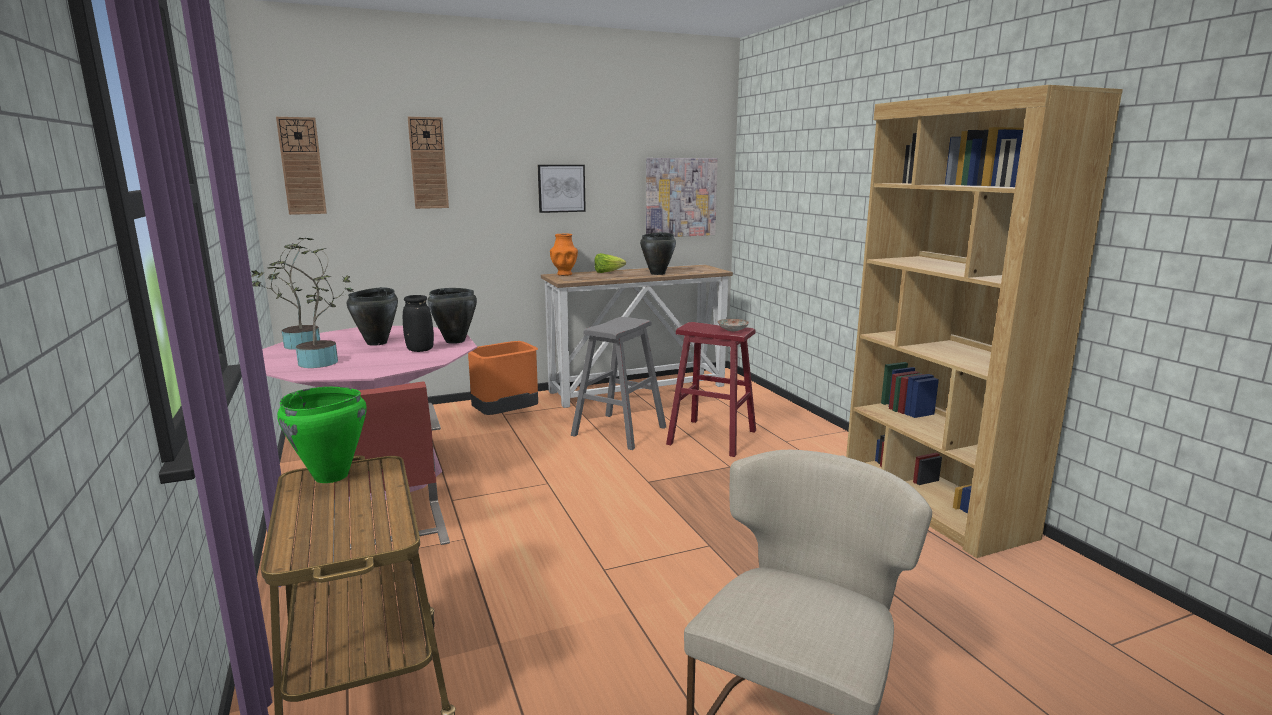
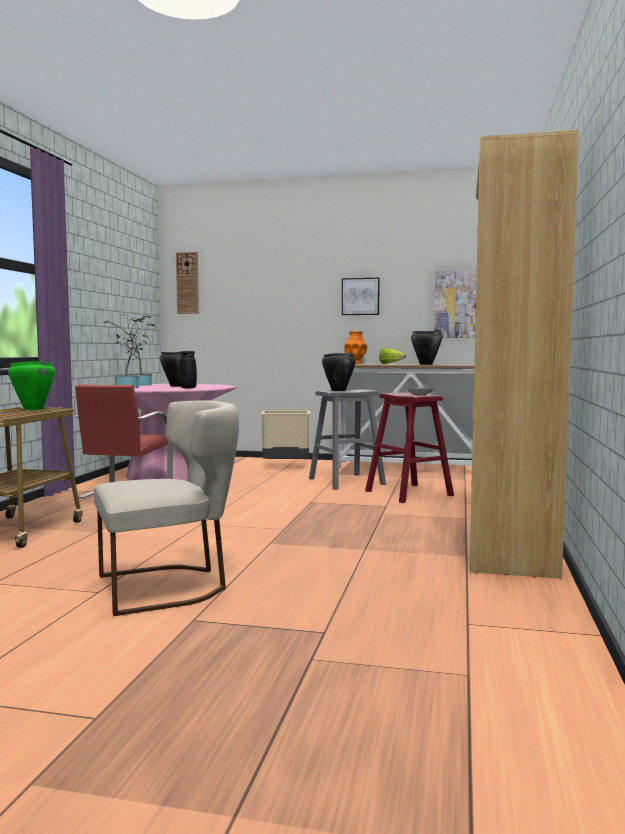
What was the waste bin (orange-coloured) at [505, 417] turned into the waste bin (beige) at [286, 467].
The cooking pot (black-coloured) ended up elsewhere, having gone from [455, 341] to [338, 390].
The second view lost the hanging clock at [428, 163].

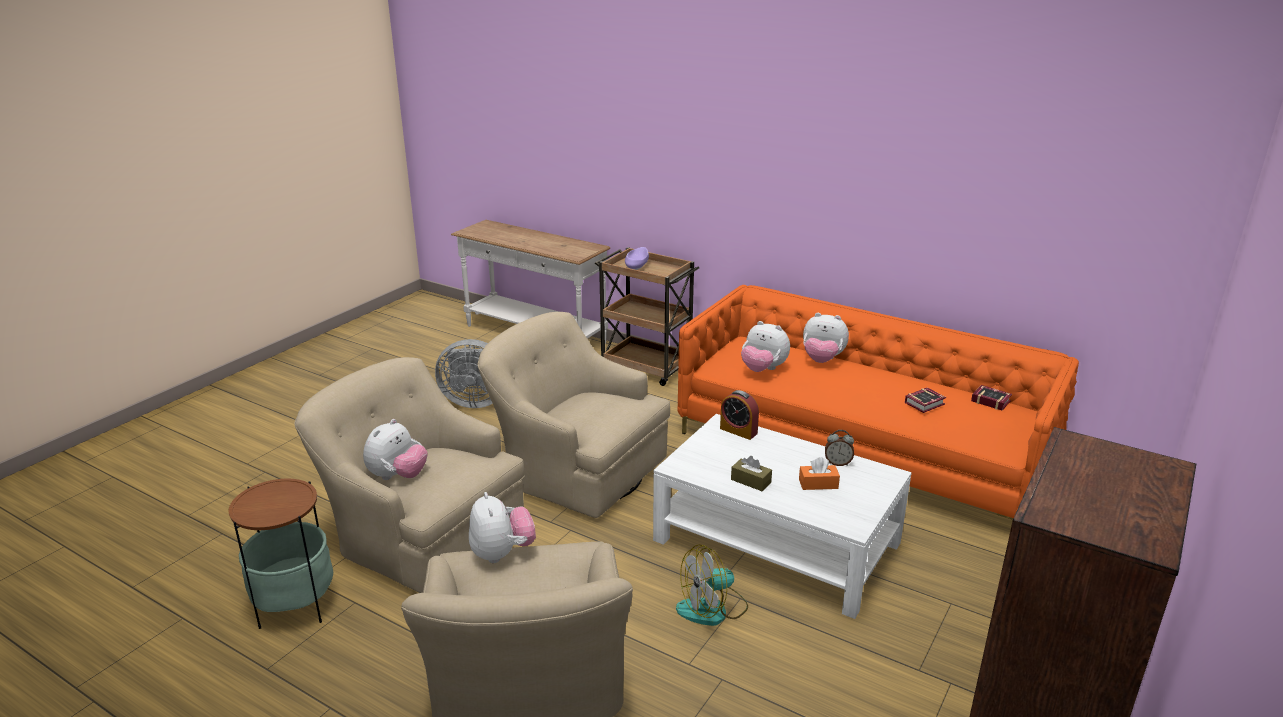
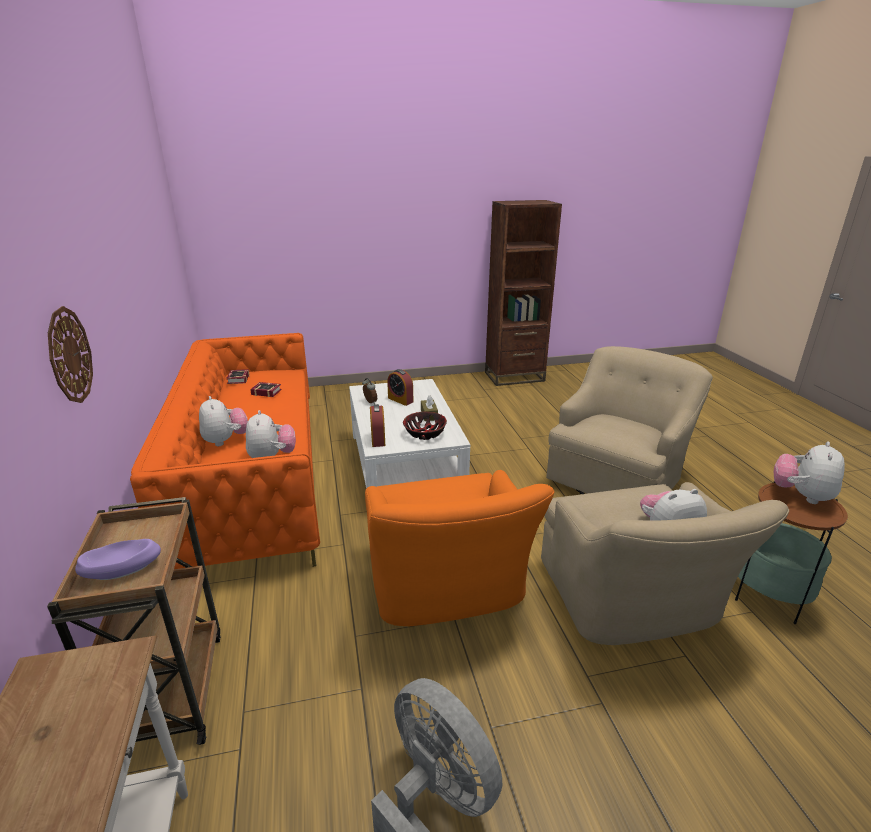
The second view gained the hanging clock at [69, 355].
What was the easy chair (beige) at [576, 469] turned into the easy chair (orange-coloured) at [446, 586].
Where the tissue holder (orange-coloured) stood at [818, 484], the bedside clock came to stand at [400, 400].
The second view gained the serving bowl at [425, 434].
The plush toy ended up elsewhere, having gone from [502, 553] to [801, 496].
The second view lost the fan at [712, 609].

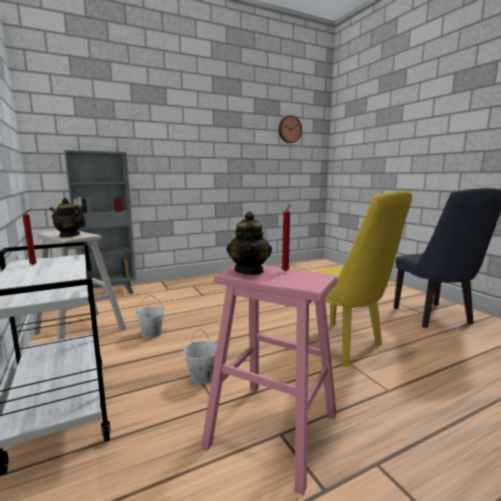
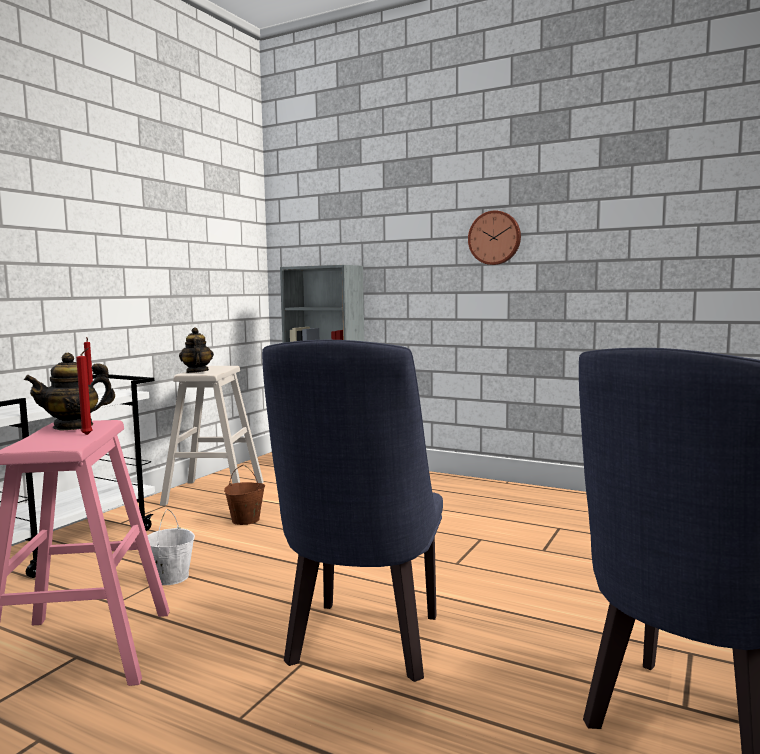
What was the bucket (white-coloured) at [151, 334] turned into the bucket (brown-coloured) at [245, 520].
What was the upright chair (yellow-coloured) at [345, 346] turned into the upright chair (bluish) at [363, 647].
The hanging clock ended up elsewhere, having gone from [289, 129] to [495, 238].

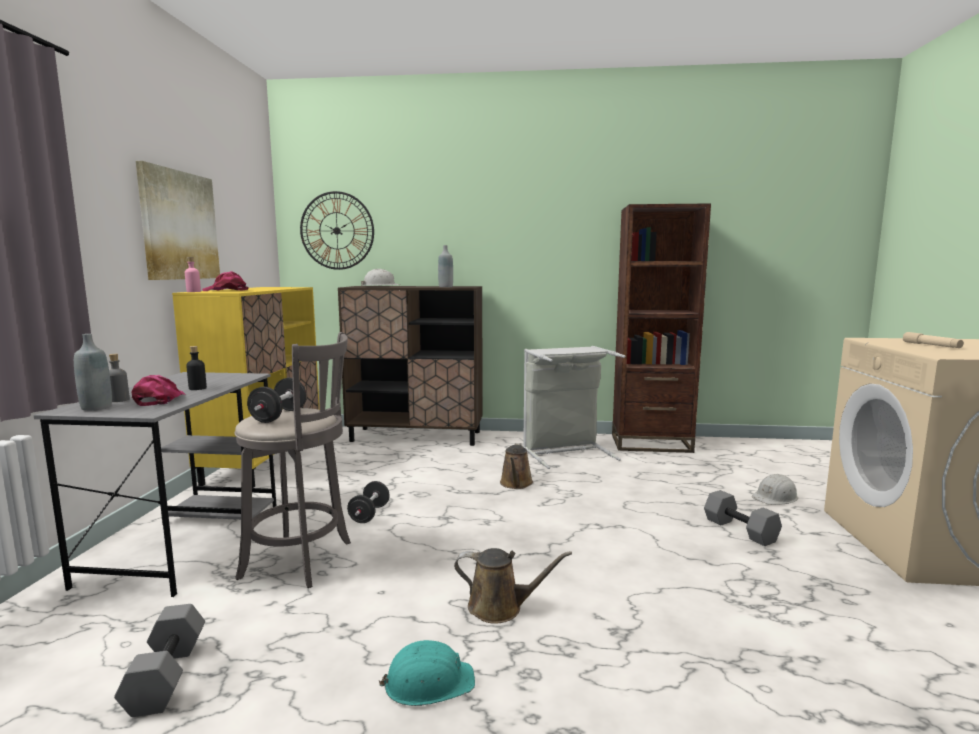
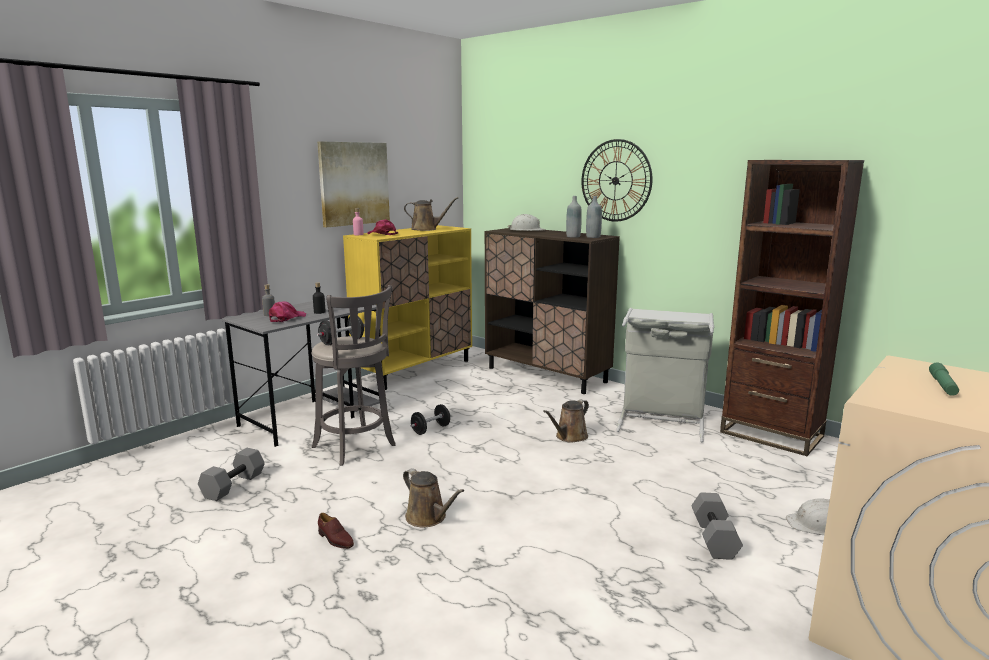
Where the work helmet (turquoise) stood at [428, 682], the item of footwear (brown-coloured) came to stand at [335, 539].
The second view gained the sprinkling can (brown-coloured) at [426, 229].
The hanging clock ended up elsewhere, having gone from [337, 230] to [615, 180].
The bottle (gray) ended up elsewhere, having gone from [96, 407] to [593, 237].
What was the torch (beige) at [931, 345] turned into the torch (greenish) at [942, 385].

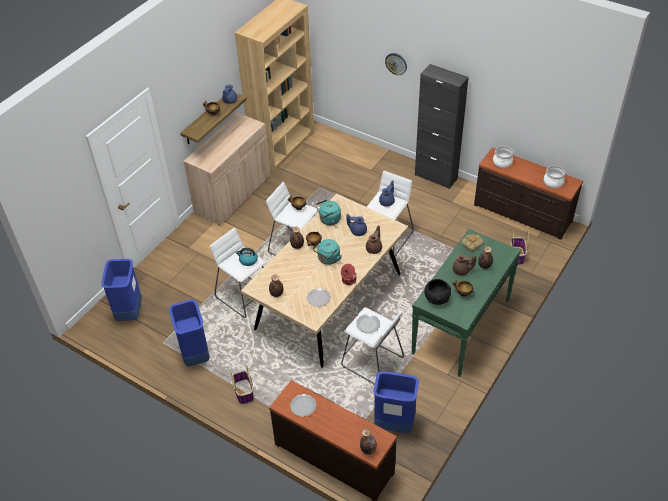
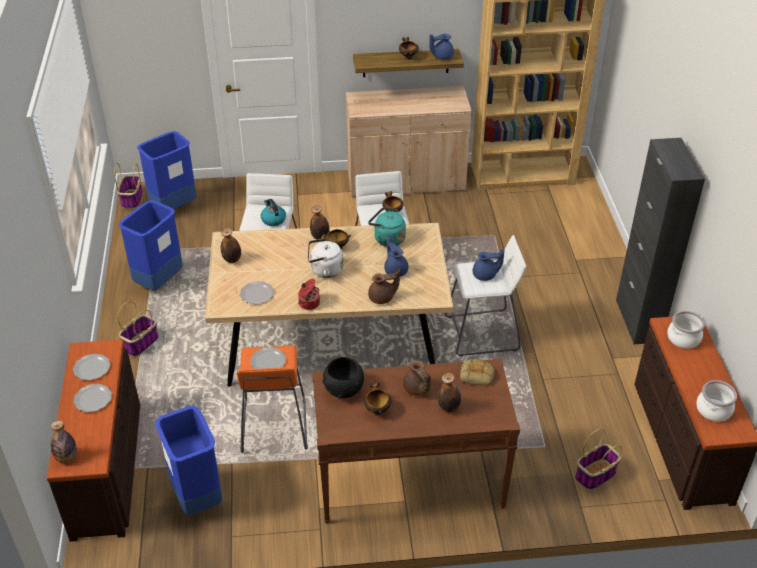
The second view gained the dinner plate at [93, 399].
The second view gained the basket at [132, 199].
What was the stool (white-coloured) at [372, 362] turned into the stool (orange-coloured) at [274, 426].
What was the tea kettle (turquoise) at [328, 259] turned into the tea kettle (white-coloured) at [324, 270].
What was the narrow table (greenish) at [461, 327] turned into the narrow table (brown-coloured) at [409, 481].
The second view lost the hanging clock at [396, 63].

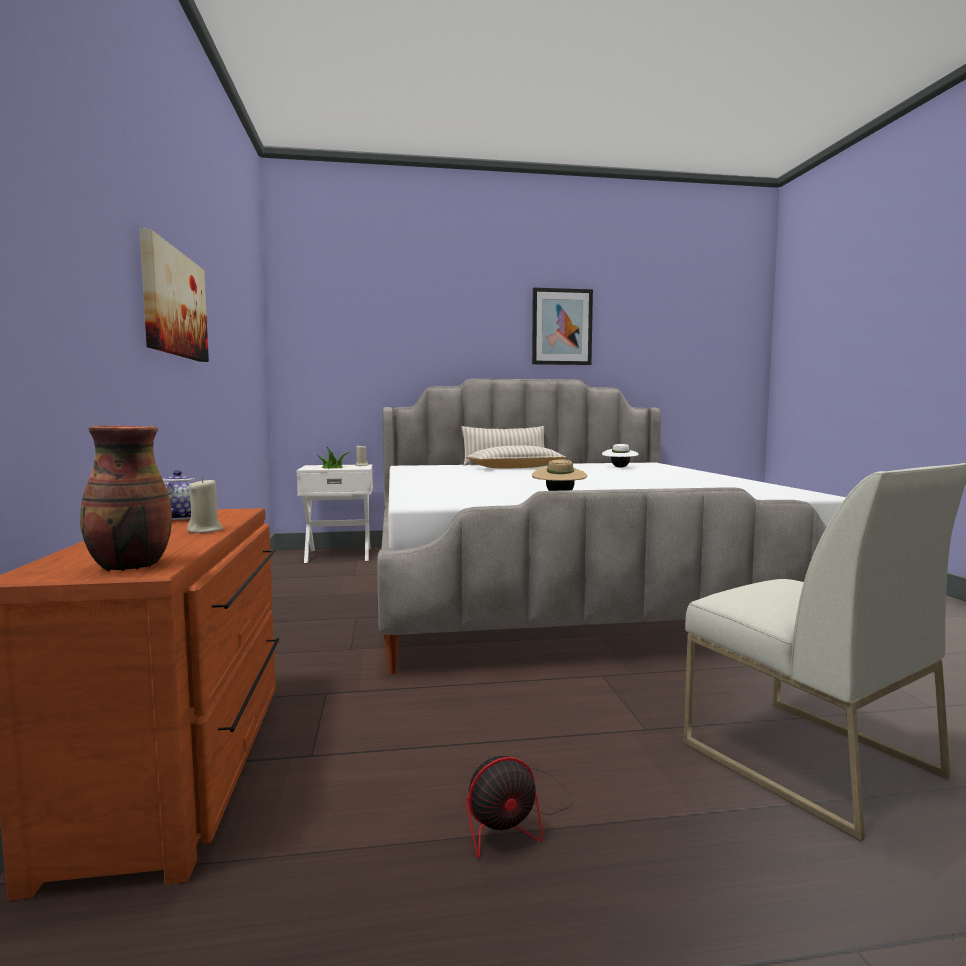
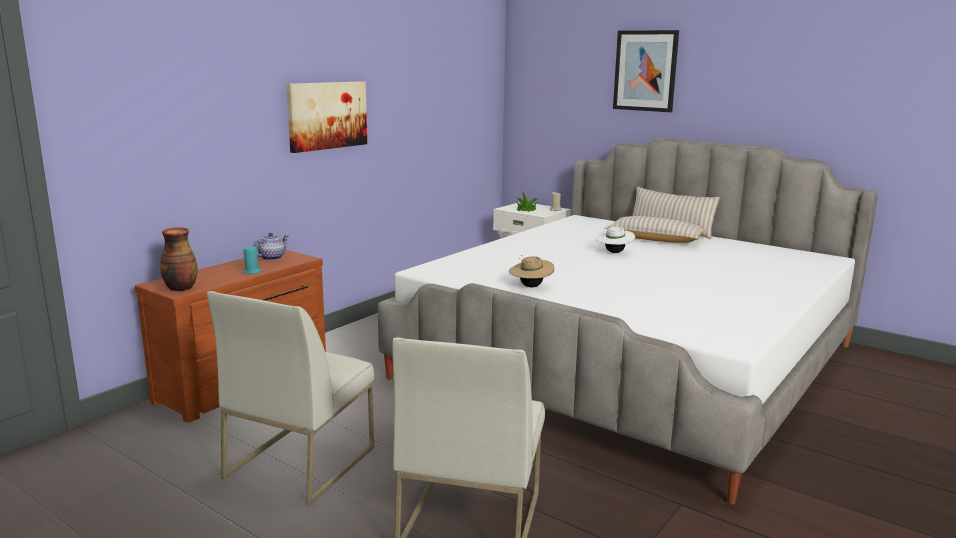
Where the fan stood at [513, 816], the upright chair (white-coloured) came to stand at [300, 461].
What was the wax candle (beige) at [205, 530] turned into the wax candle (turquoise) at [252, 272].
The clothing hat (white-coloured) ended up elsewhere, having gone from [619, 467] to [614, 252].
The picture ended up elsewhere, having gone from [561, 327] to [645, 71].

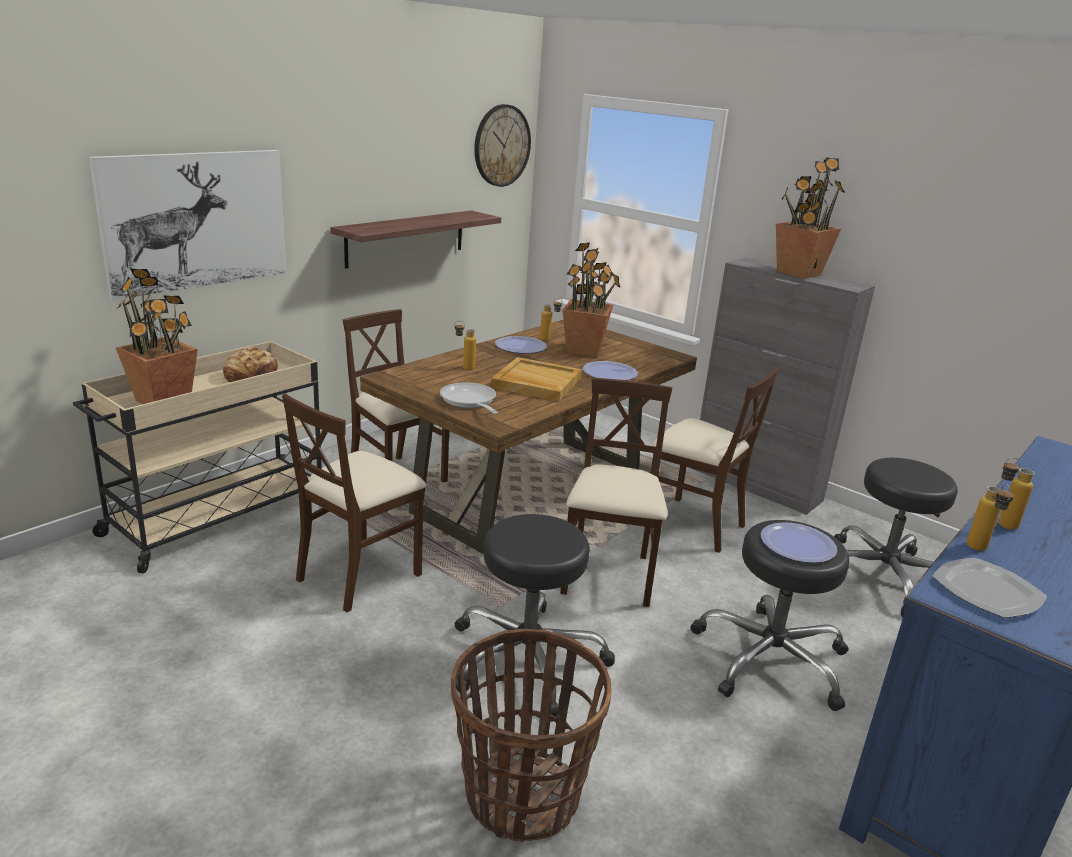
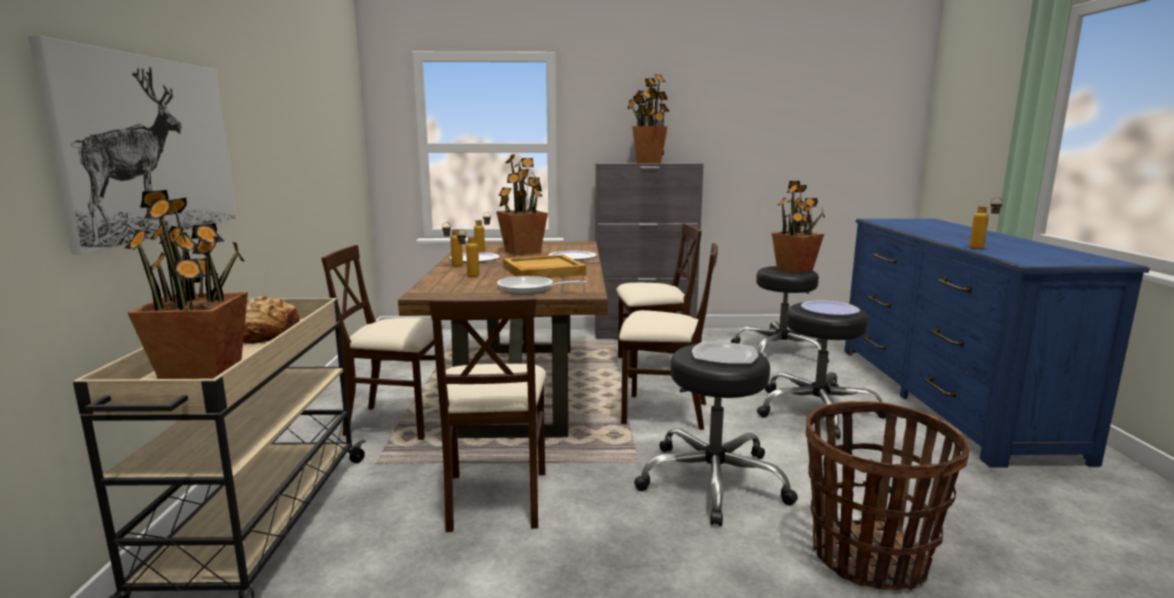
The bottle ended up elsewhere, having gone from [1000, 525] to [453, 266].
The upright chair (beige) at [608, 576] ended up facing another way, 135 degrees clockwise from before.
The dinner plate ended up elsewhere, having gone from [988, 591] to [725, 356].
The second view gained the houseplant at [795, 270].
The second view lost the bracket shelf at [406, 238].
The second view lost the hanging clock at [501, 145].

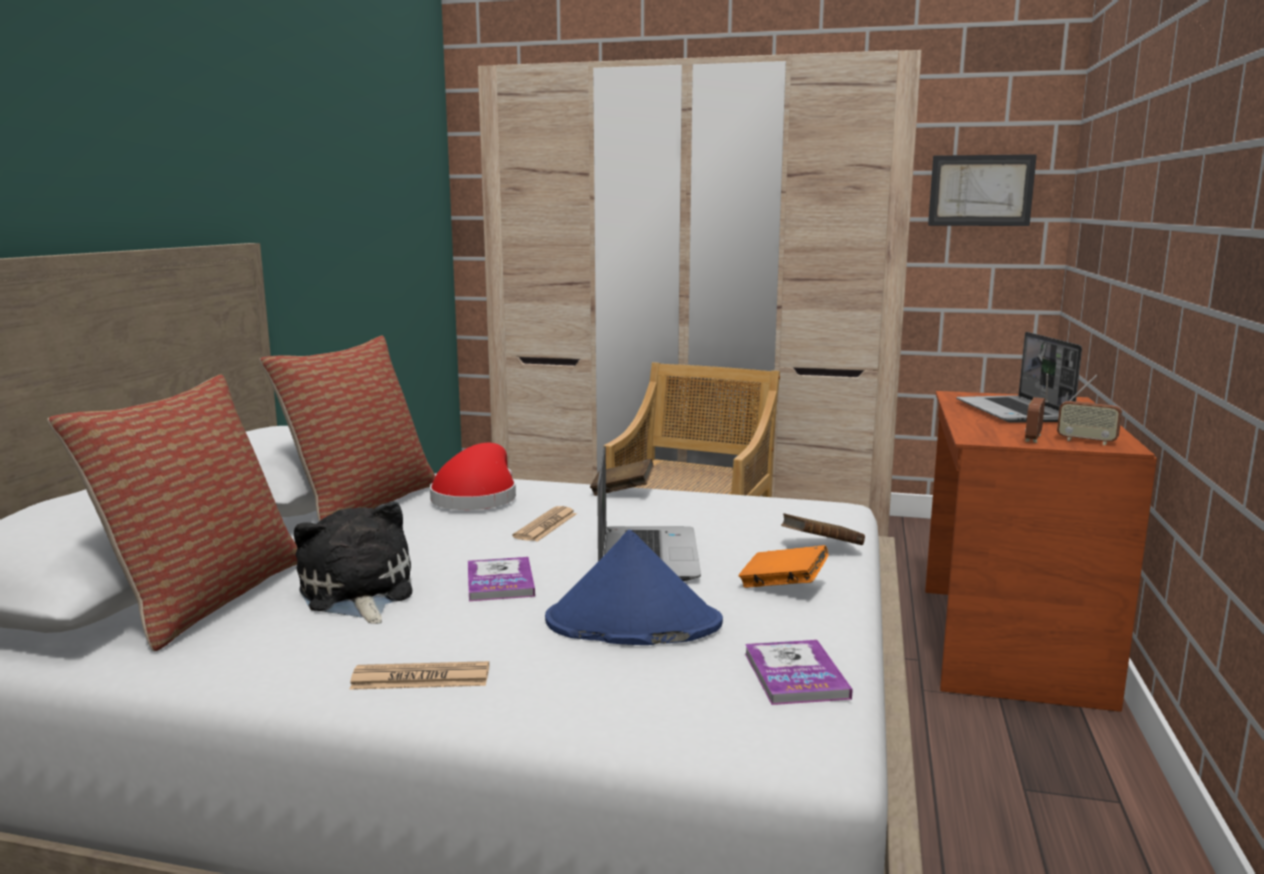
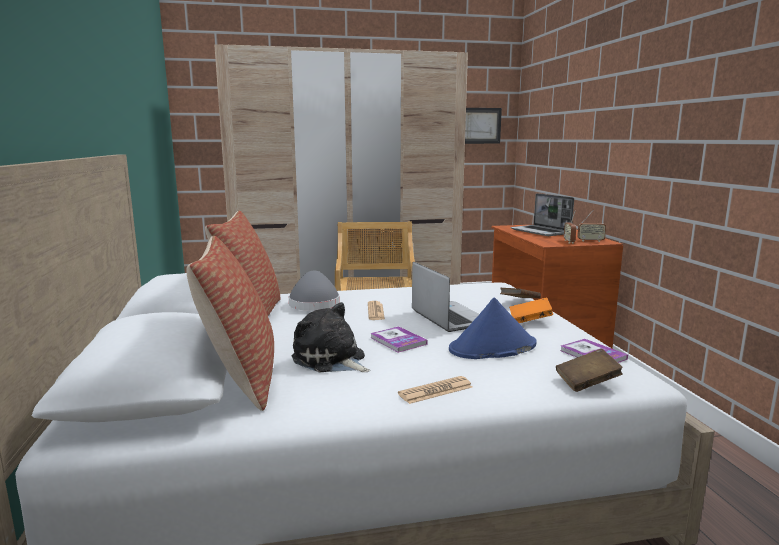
What was the clothing hat (red) at [477, 498] turned into the clothing hat (gray) at [314, 303].
The volume (brown-coloured) ended up elsewhere, having gone from [622, 492] to [587, 383].

